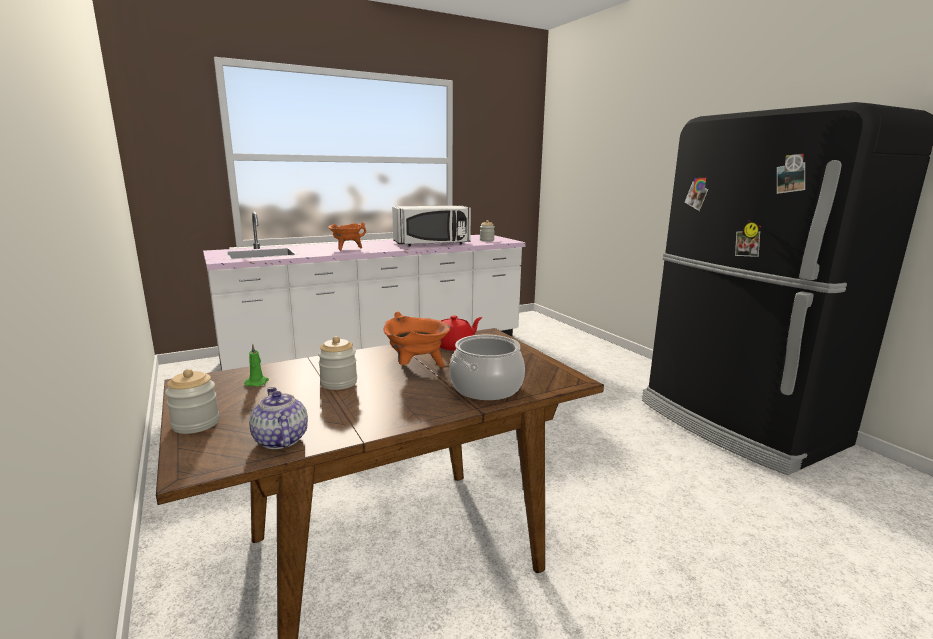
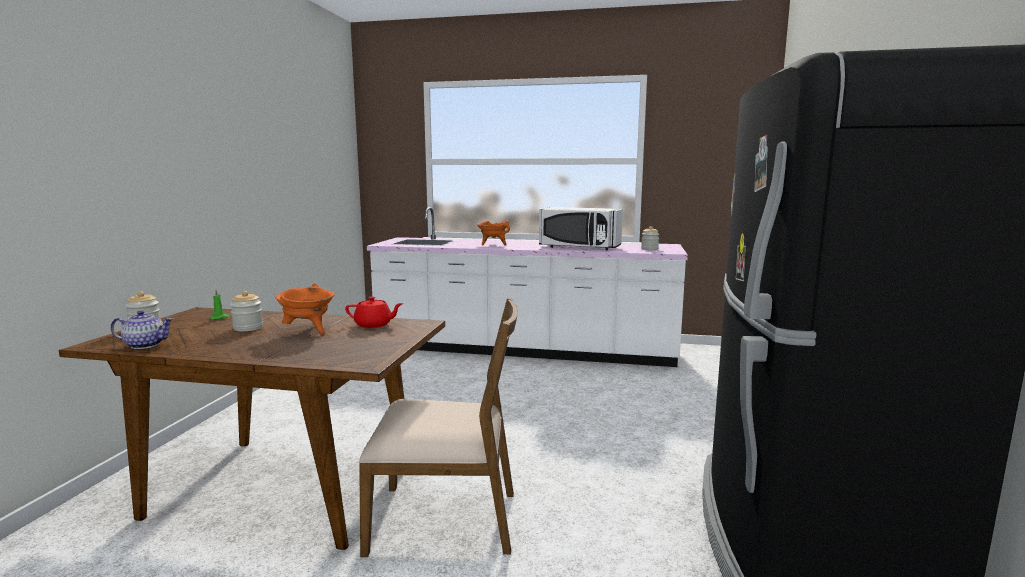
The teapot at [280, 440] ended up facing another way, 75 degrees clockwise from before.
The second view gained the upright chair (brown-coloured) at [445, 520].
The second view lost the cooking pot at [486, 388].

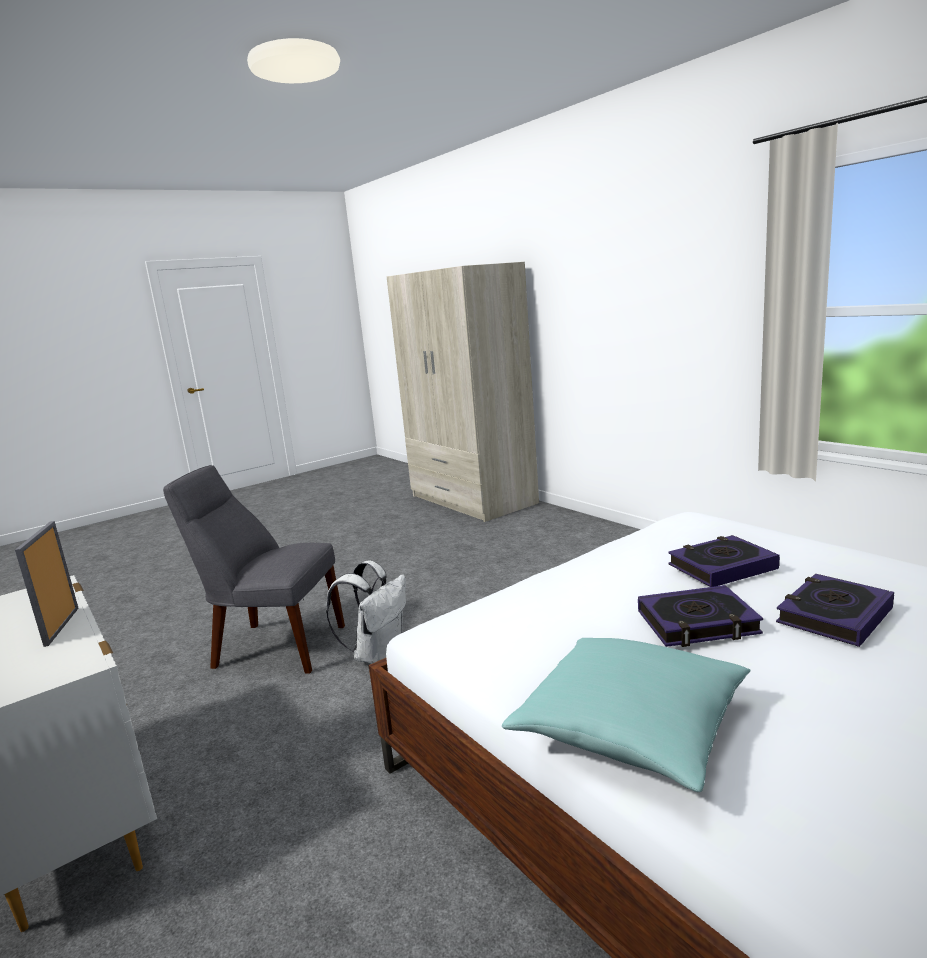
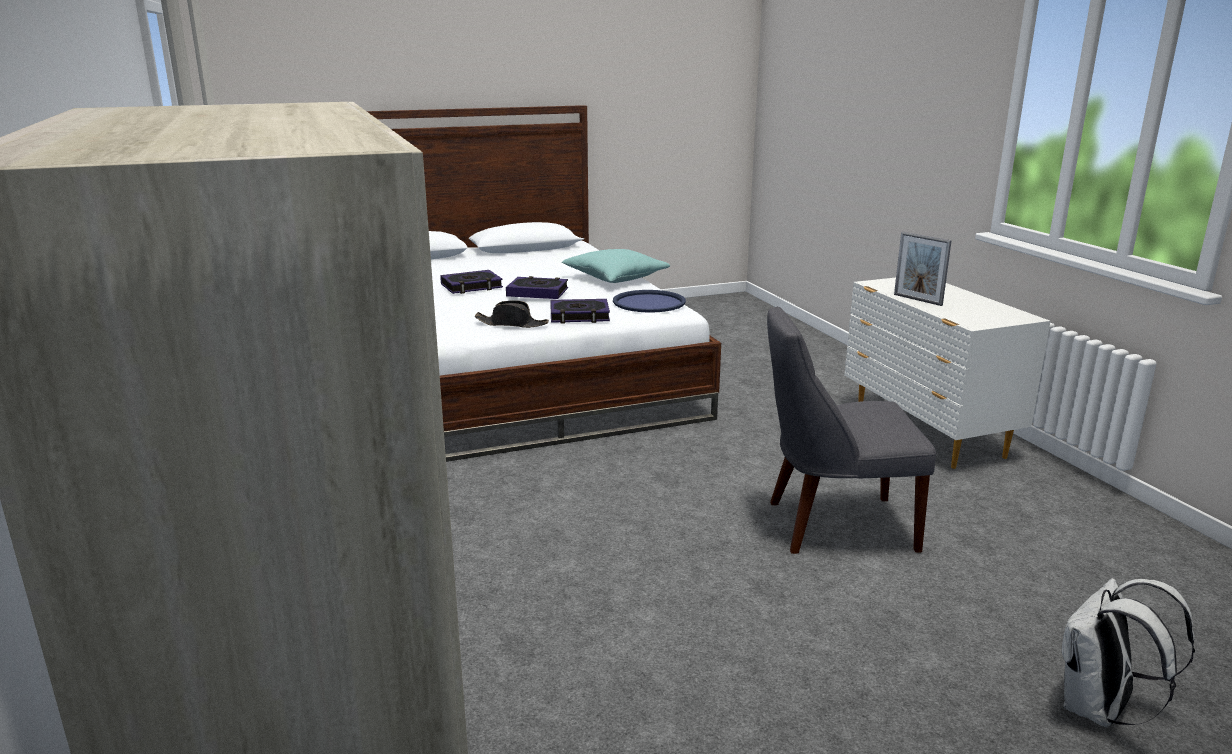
The second view gained the clothing hat (black-coloured) at [512, 324].
The volume ended up elsewhere, having gone from [722, 567] to [579, 316].
The second view gained the tray (bluish) at [649, 302].
The upright chair (gray) at [274, 646] ended up facing another way, 150 degrees clockwise from before.
The picture frame at [62, 626] ended up facing another way, 135 degrees clockwise from before.
The rucksack (white-coloured) ended up elsewhere, having gone from [378, 654] to [1099, 710].

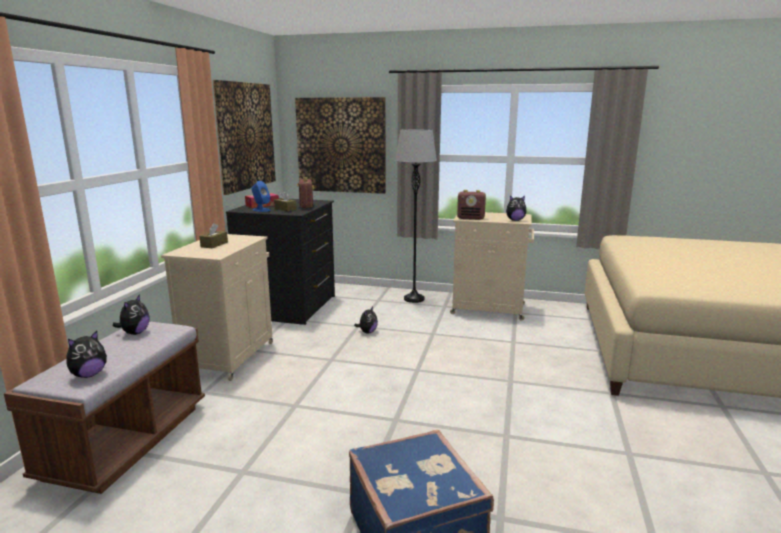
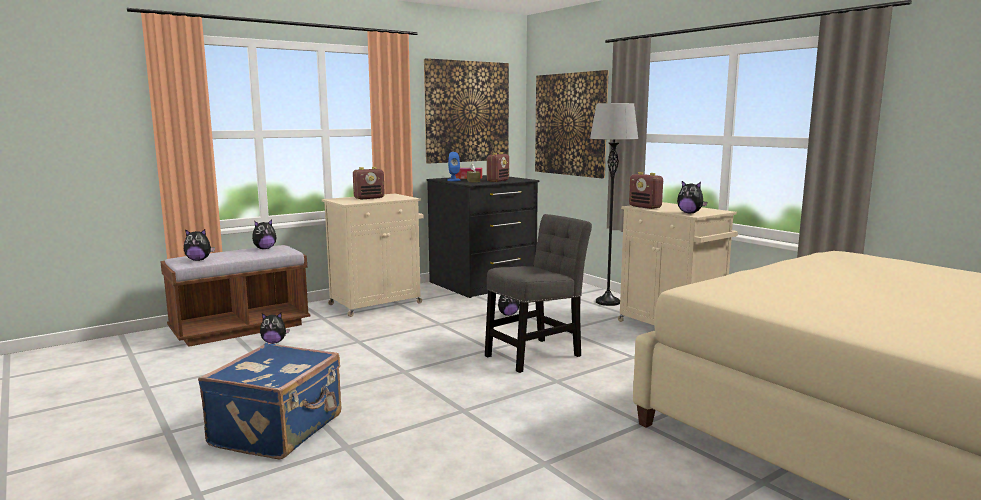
The second view gained the plush toy at [274, 342].
Where the tissue holder (brown-coloured) stood at [214, 244], the radio receiver came to stand at [369, 198].
The second view gained the upright chair (gray) at [536, 354].

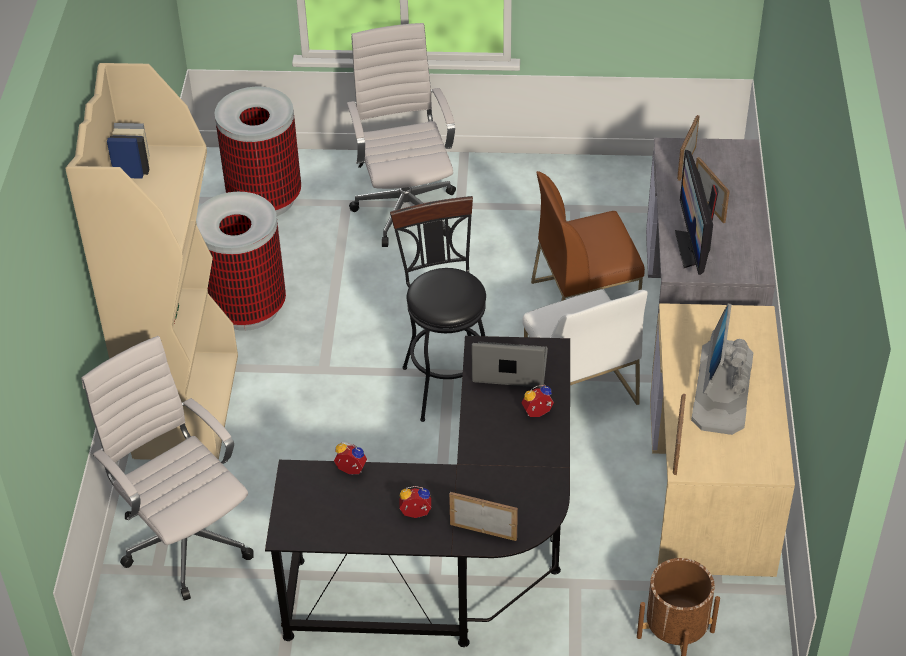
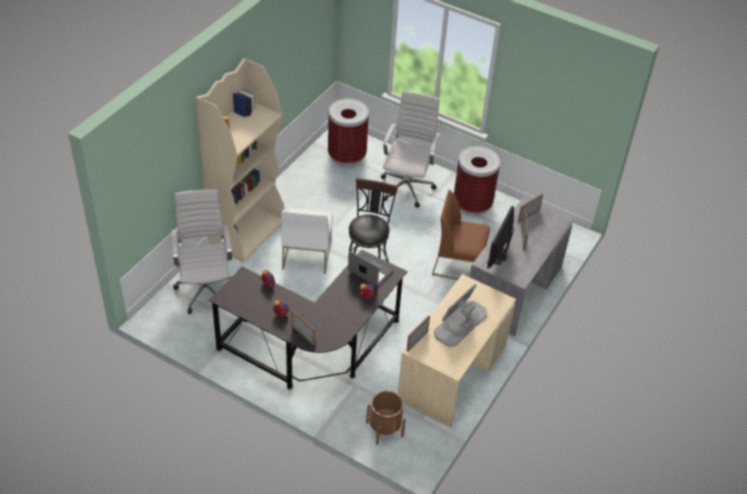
The upright chair (white-coloured) ended up elsewhere, having gone from [579, 385] to [306, 254].
The waste bin ended up elsewhere, having gone from [246, 308] to [472, 204].

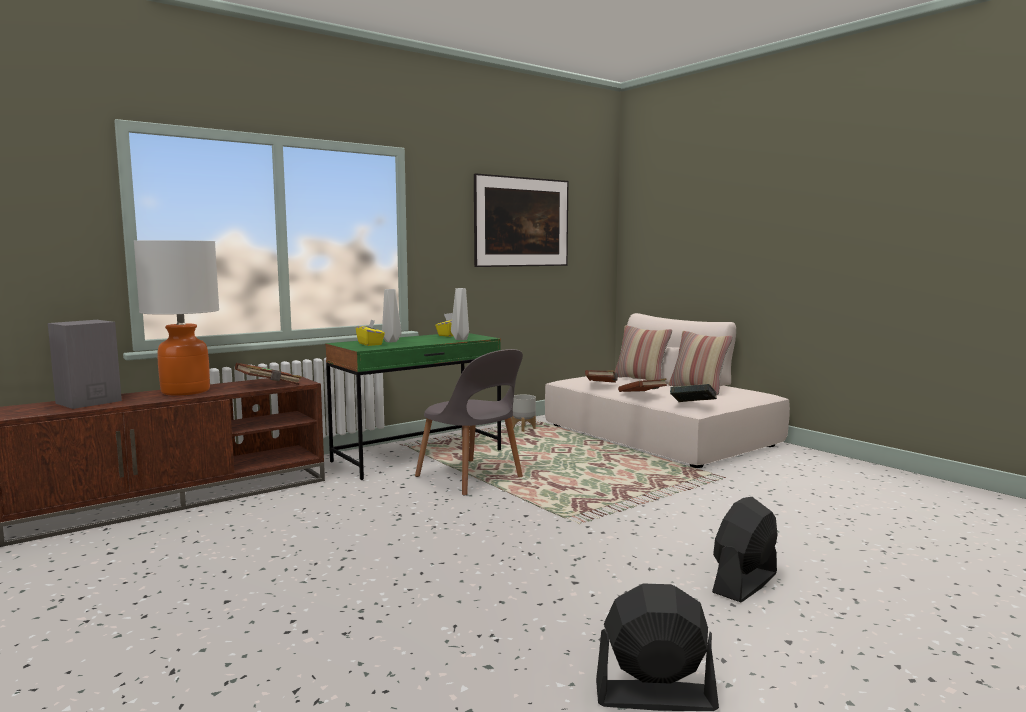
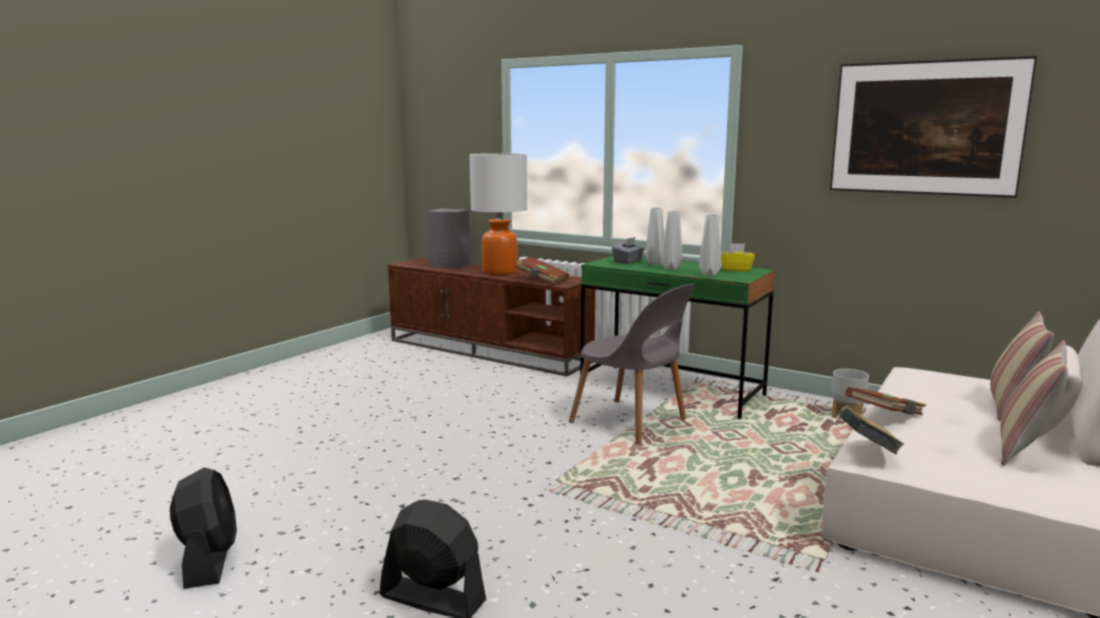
The upright chair (gray) at [471, 478] ended up facing another way, 75 degrees counterclockwise from before.
What was the tissue holder (yellow-coloured) at [370, 344] turned into the tissue holder (gray) at [628, 261].
The second view gained the flower vase (gray) at [672, 269].
The second view lost the volume (brown-coloured) at [602, 385].

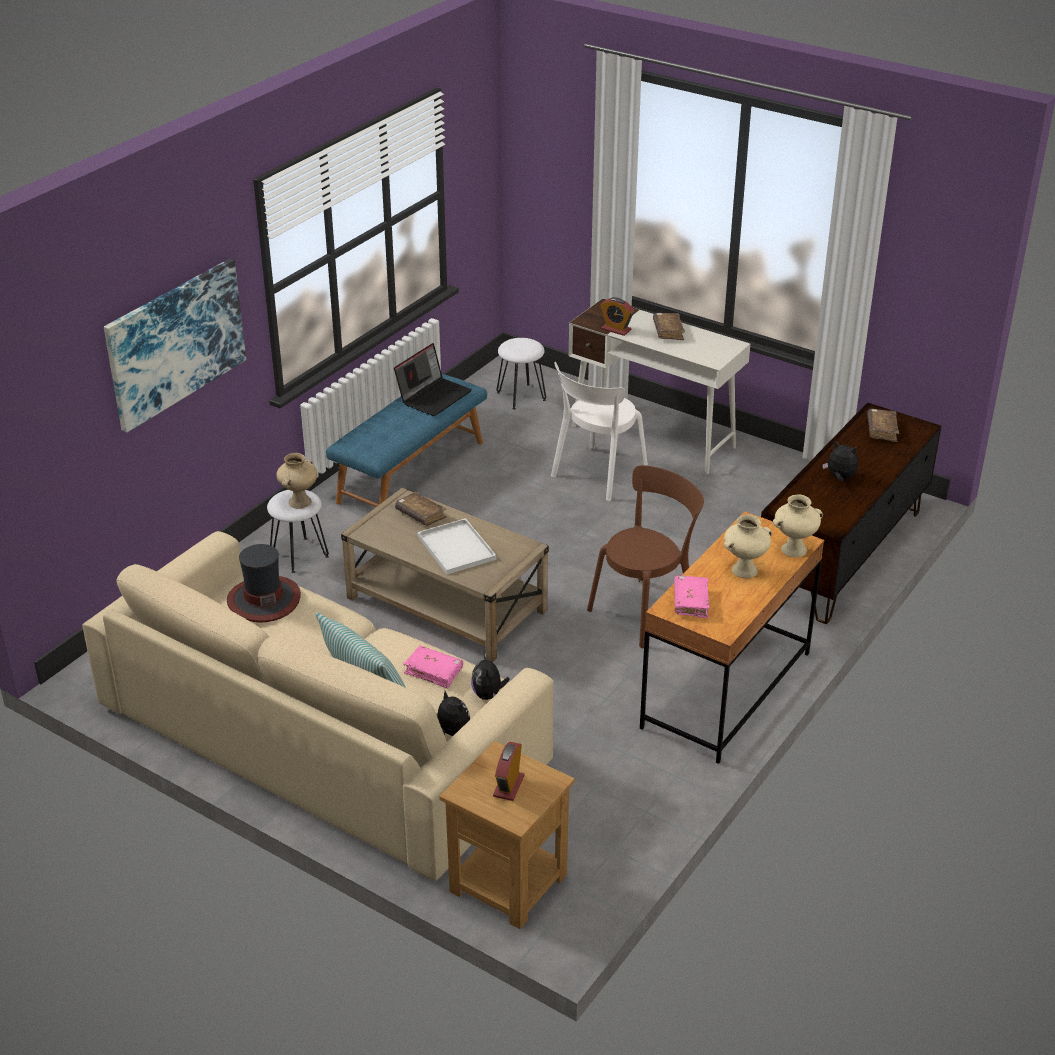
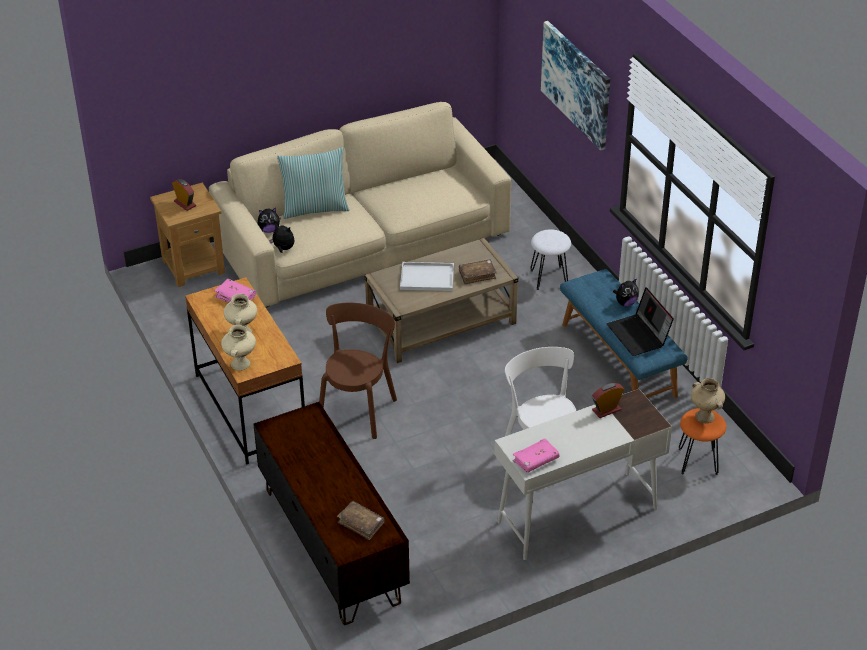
The upright chair (brown-coloured) at [646, 610] ended up facing another way, 150 degrees counterclockwise from before.
The volume (pinkish) ended up elsewhere, having gone from [434, 671] to [535, 460].
The plush toy ended up elsewhere, having gone from [840, 478] to [625, 303].
What was the stool (white-coloured) at [521, 396] turned into the stool (orange-coloured) at [698, 461].
The flower vase (beige) ended up elsewhere, having gone from [299, 501] to [705, 416].
The second view lost the clothing hat at [263, 599].
The second view lost the volume (brown-coloured) at [668, 331].

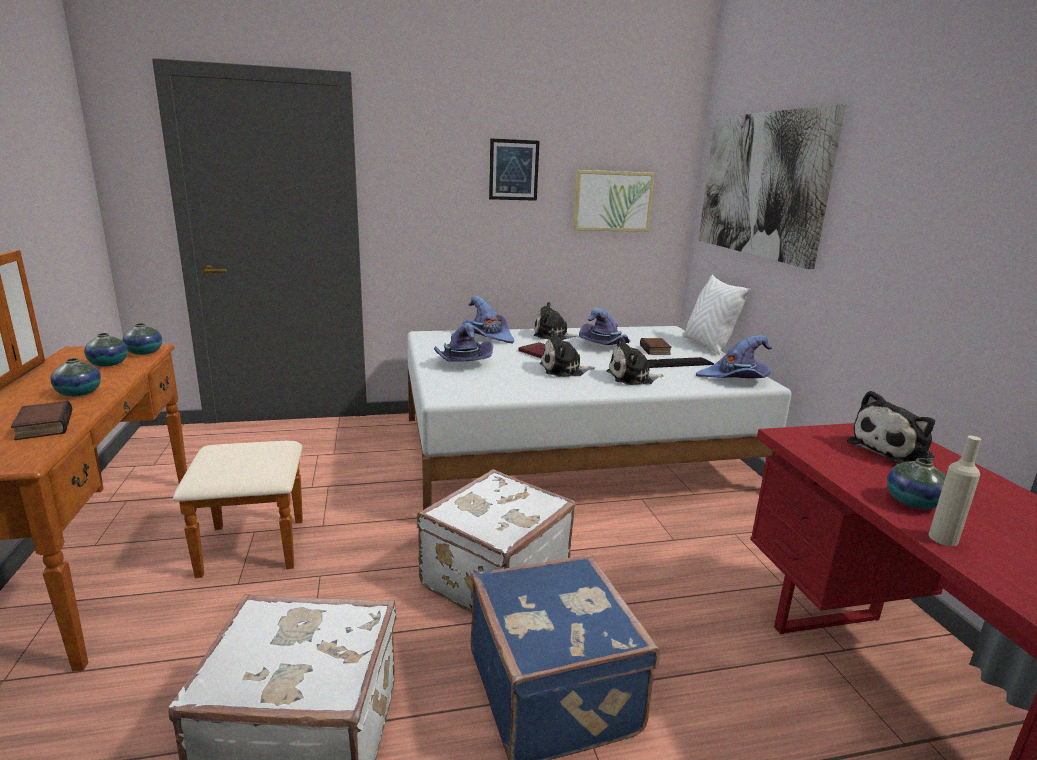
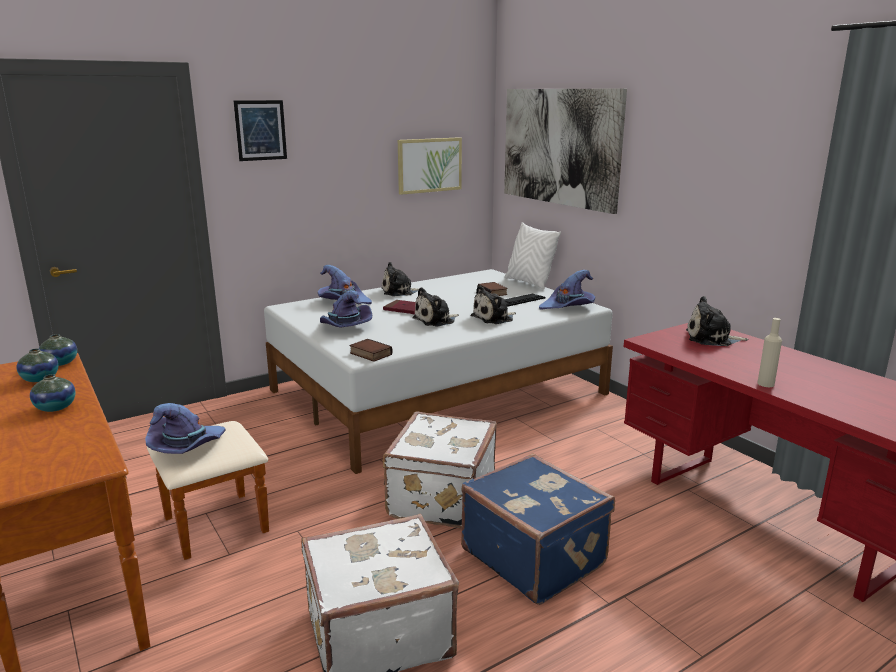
The clothing hat (purple) ended up elsewhere, having gone from [604, 346] to [187, 447].
The picture ended up elsewhere, having gone from [513, 170] to [260, 130].
The volume ended up elsewhere, having gone from [42, 426] to [369, 354].
The plush toy at [893, 450] ended up facing another way, 60 degrees clockwise from before.
The second view lost the flower vase at [912, 502].

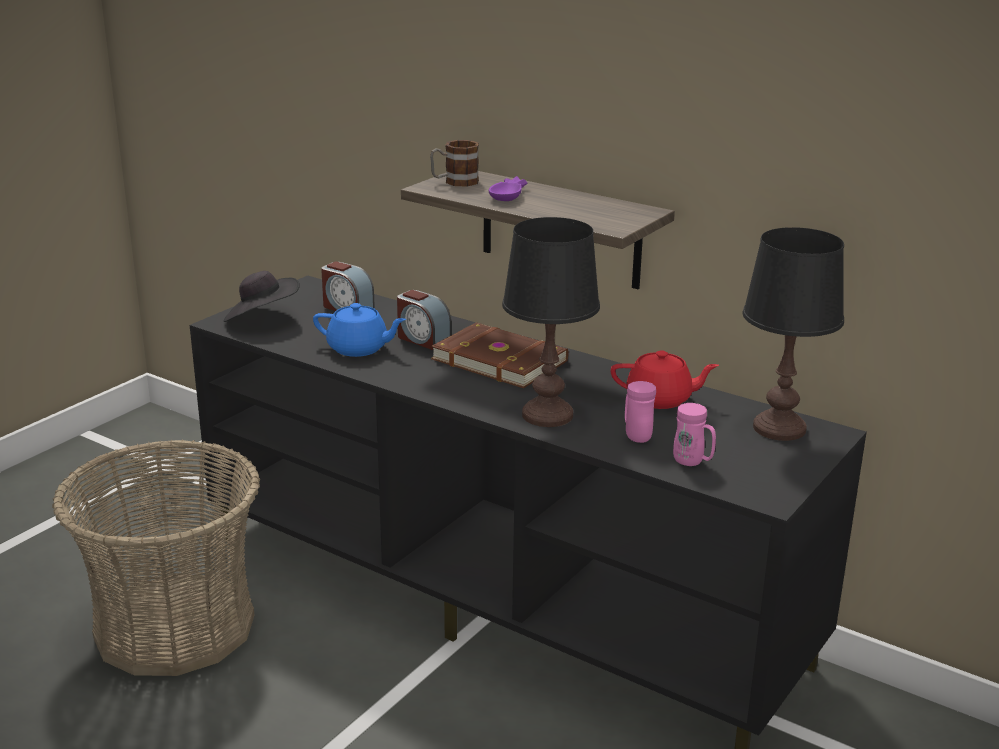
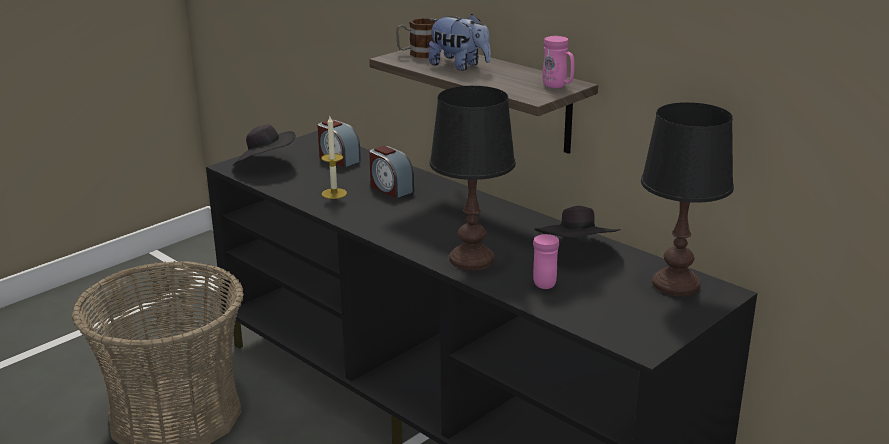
Where the teapot (bluish) stood at [359, 349], the wax candle came to stand at [334, 193].
Where the serving bowl (purple) stood at [510, 195], the plush toy came to stand at [459, 66].
Where the teapot (red) stood at [660, 399], the clothing hat (black-coloured) came to stand at [577, 252].
The coffee mug (pinkish) ended up elsewhere, having gone from [692, 462] to [558, 86].
The second view lost the volume (brown-coloured) at [500, 359].

